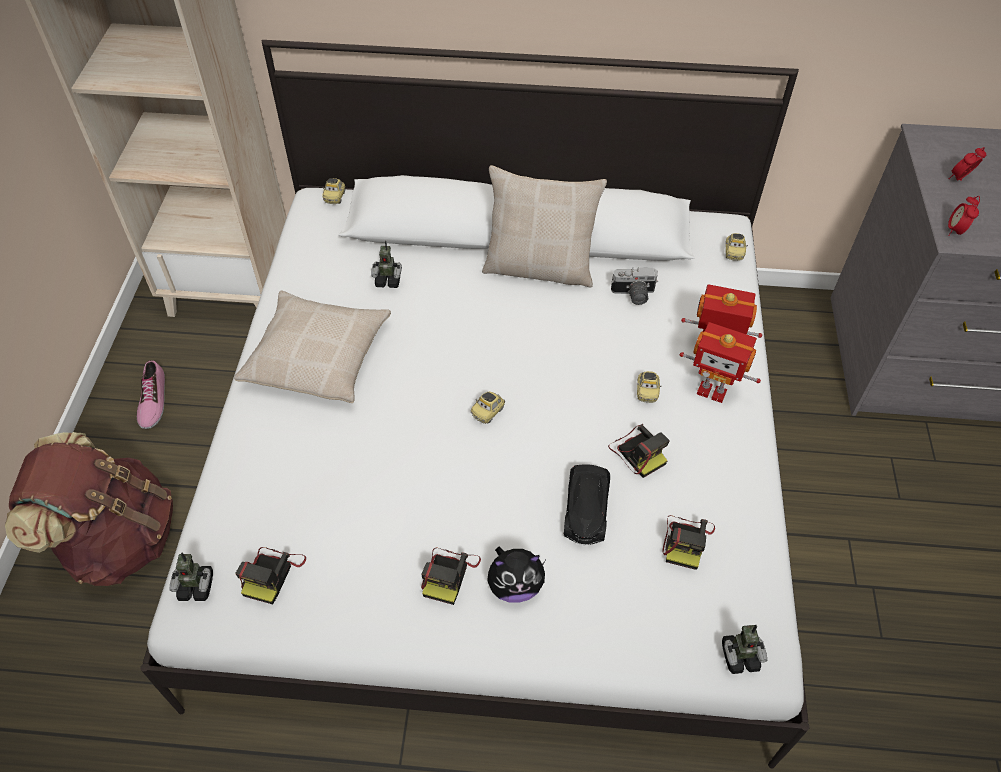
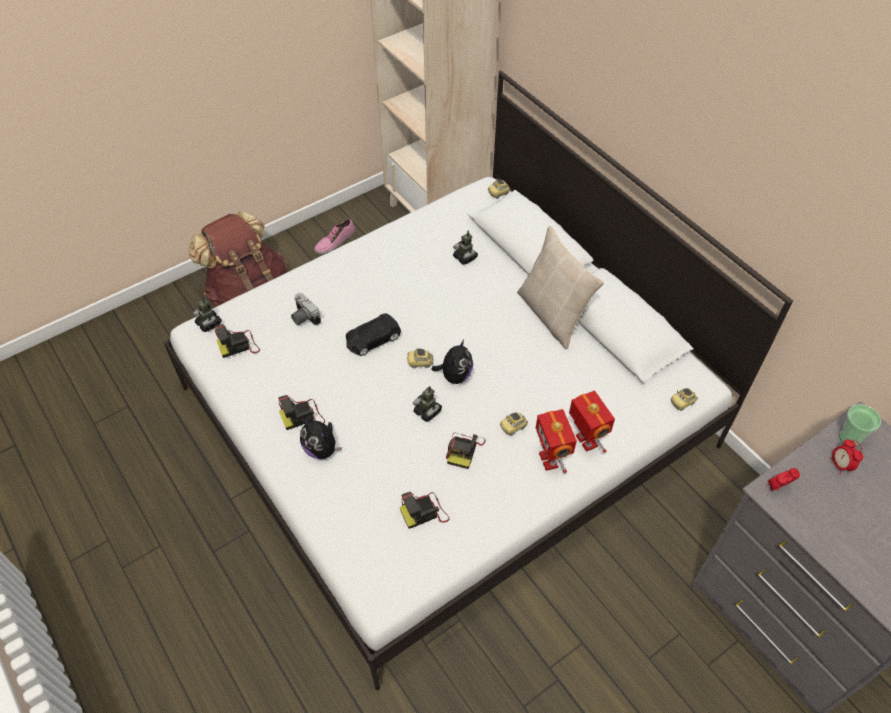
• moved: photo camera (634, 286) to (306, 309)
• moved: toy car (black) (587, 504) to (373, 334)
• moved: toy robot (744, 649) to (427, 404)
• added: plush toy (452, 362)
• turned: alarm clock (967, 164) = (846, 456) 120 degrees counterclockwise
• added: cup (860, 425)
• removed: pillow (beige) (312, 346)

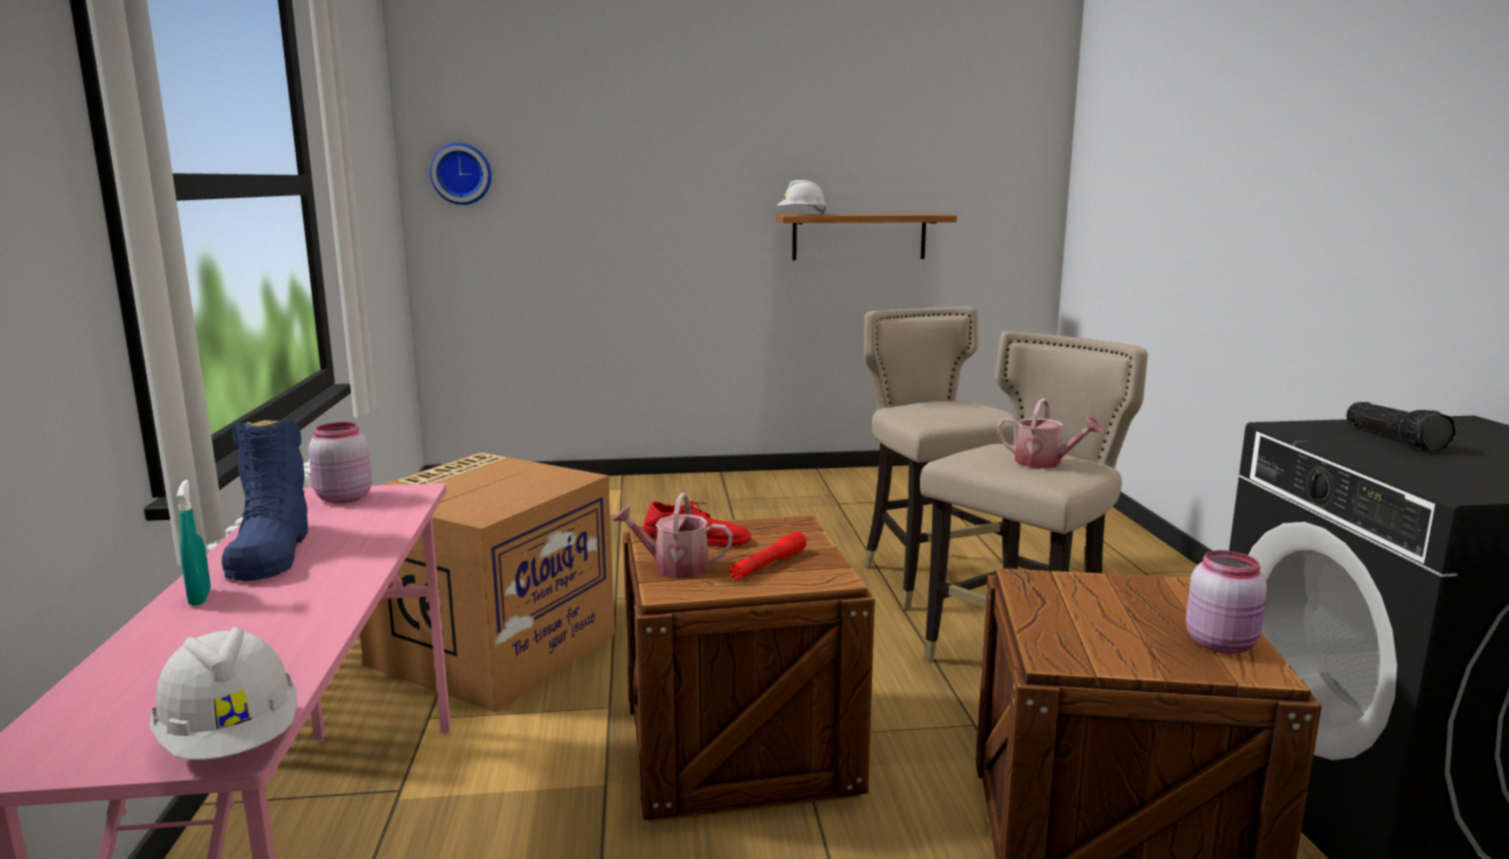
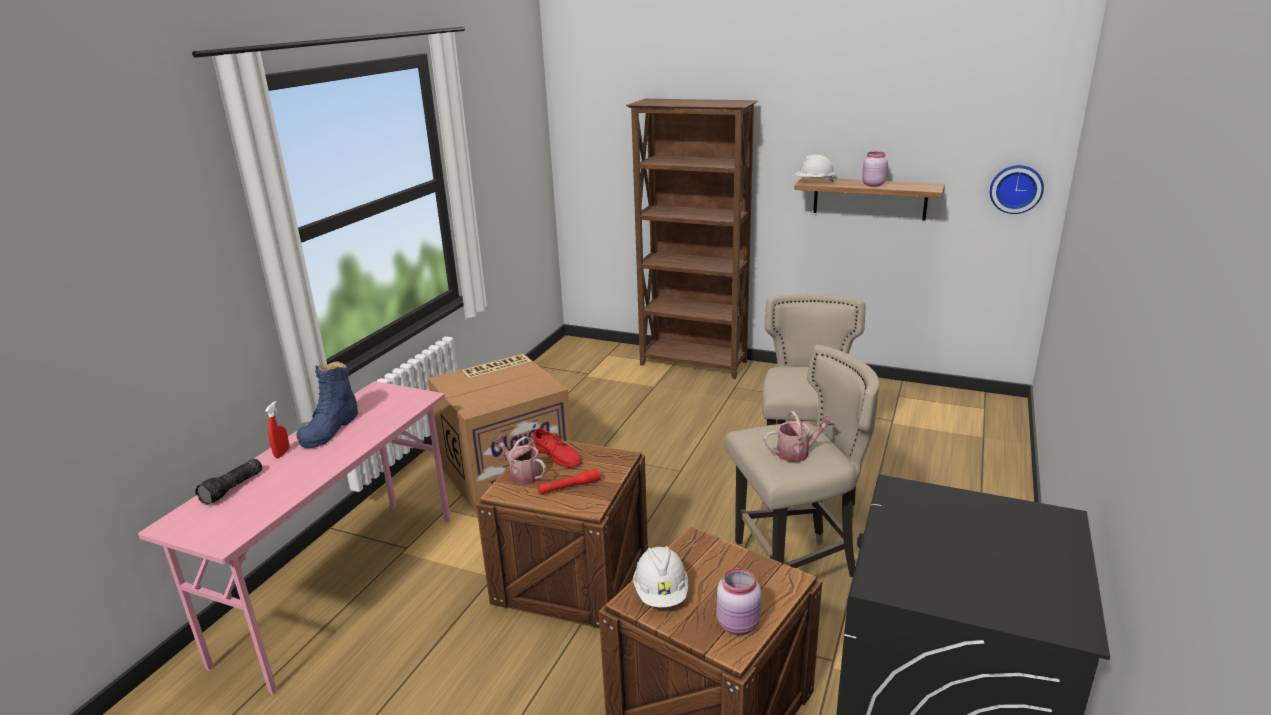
• moved: flashlight (1401, 426) to (228, 482)
• recoloured: spray bottle (turquoise) (194, 543) to spray bottle (red) (277, 429)
• added: bookcase (brown) (692, 239)
• moved: hard hat (white) (223, 693) to (660, 576)
• turned: watering can (1050, 433) = (799, 436) 75 degrees counterclockwise
• moved: jar (pink) (340, 462) to (875, 169)
• moved: wall clock (460, 174) to (1017, 189)

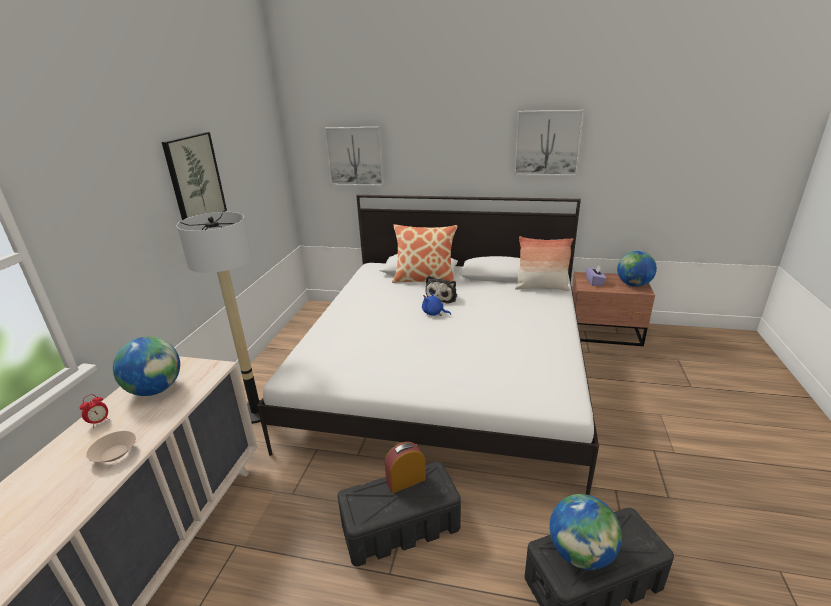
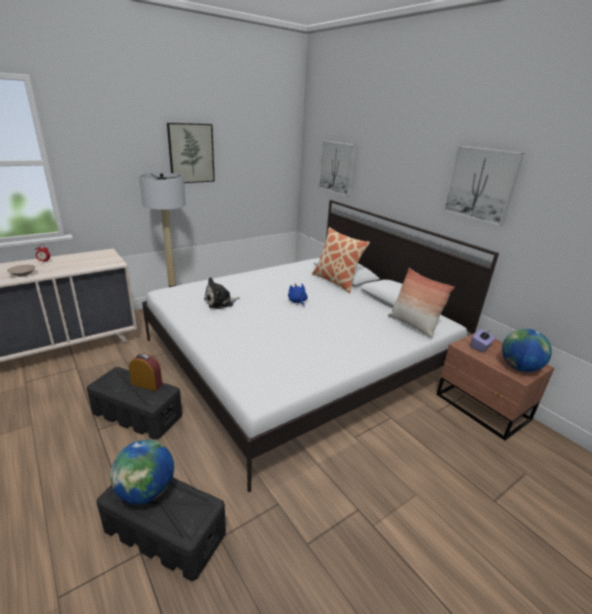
• moved: plush toy (441, 290) to (222, 293)
• removed: globe (146, 366)

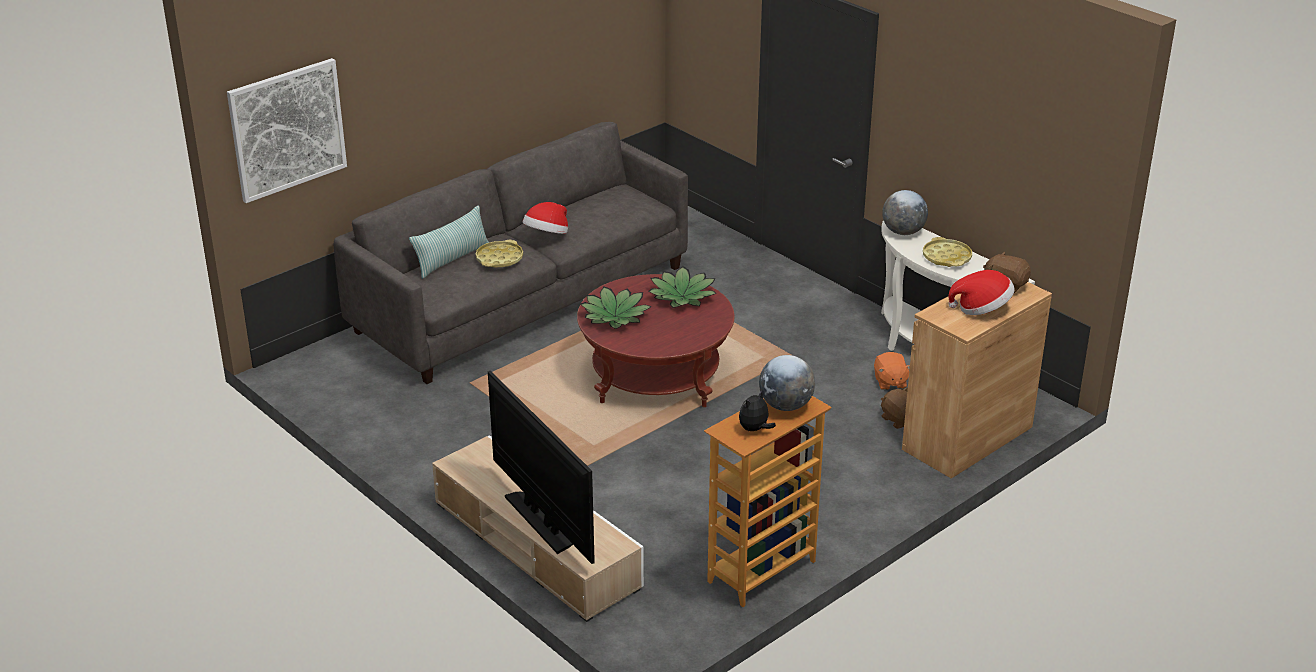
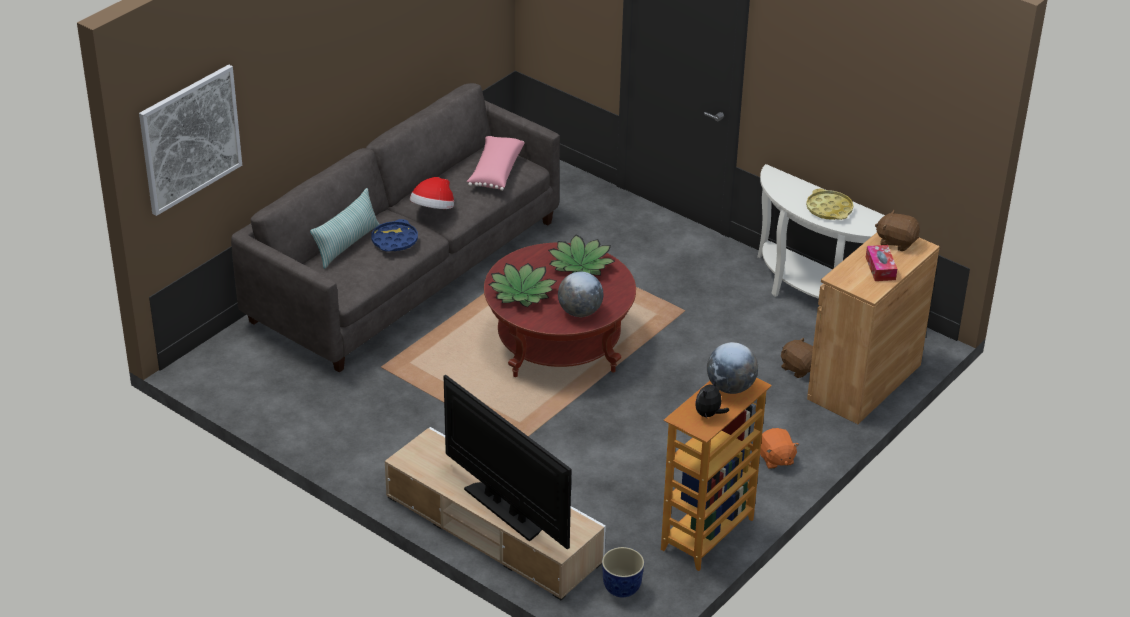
• recoloured: tray (yellow) (499, 253) to tray (blue) (394, 235)
• added: pillow (pink) (496, 163)
• moved: globe (905, 212) to (580, 294)
• added: planter (623, 572)
• moved: plush toy (orange) (892, 371) to (779, 448)
• replaced: hat (981, 292) to tissue box (881, 263)

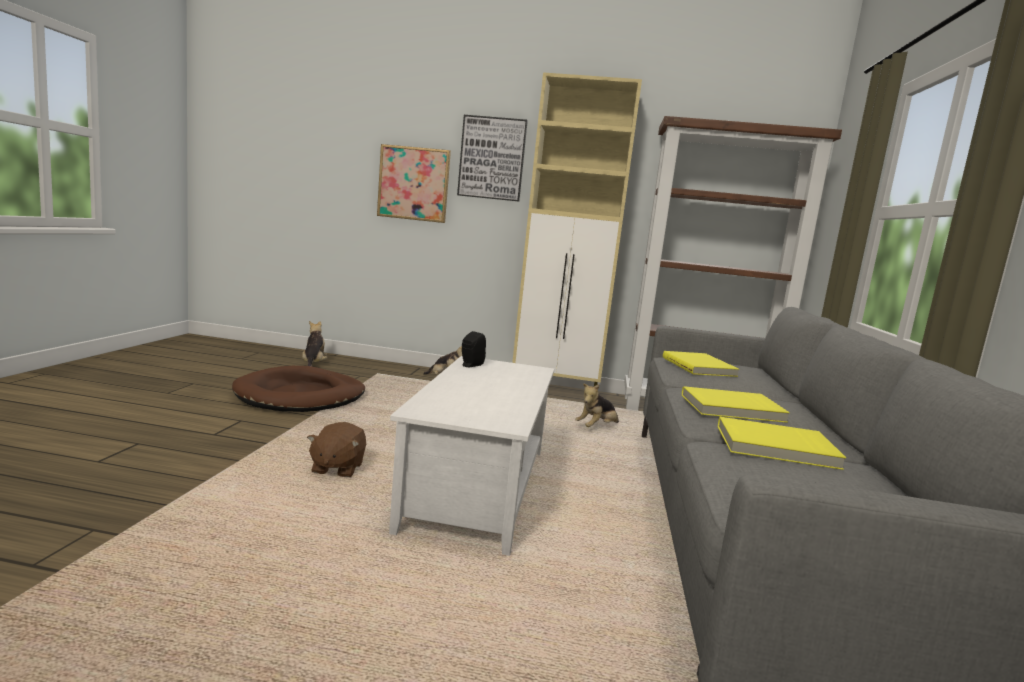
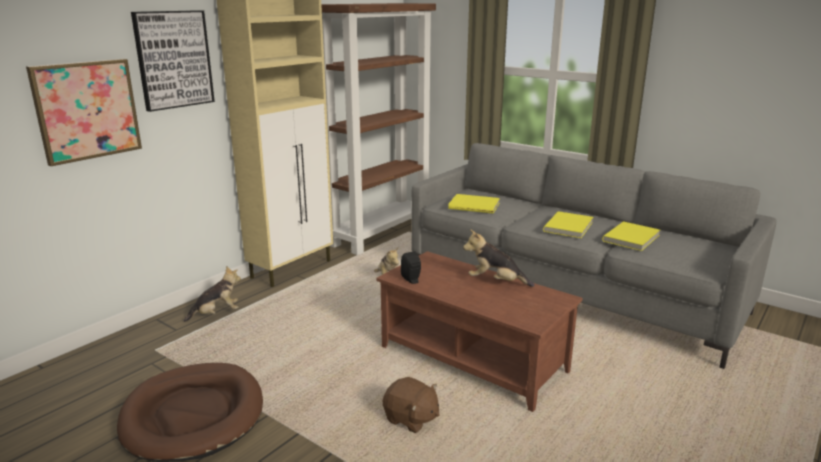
• recoloured: coffee table (white) (471, 456) to coffee table (brown) (479, 331)
• moved: plush toy (315, 344) to (498, 258)

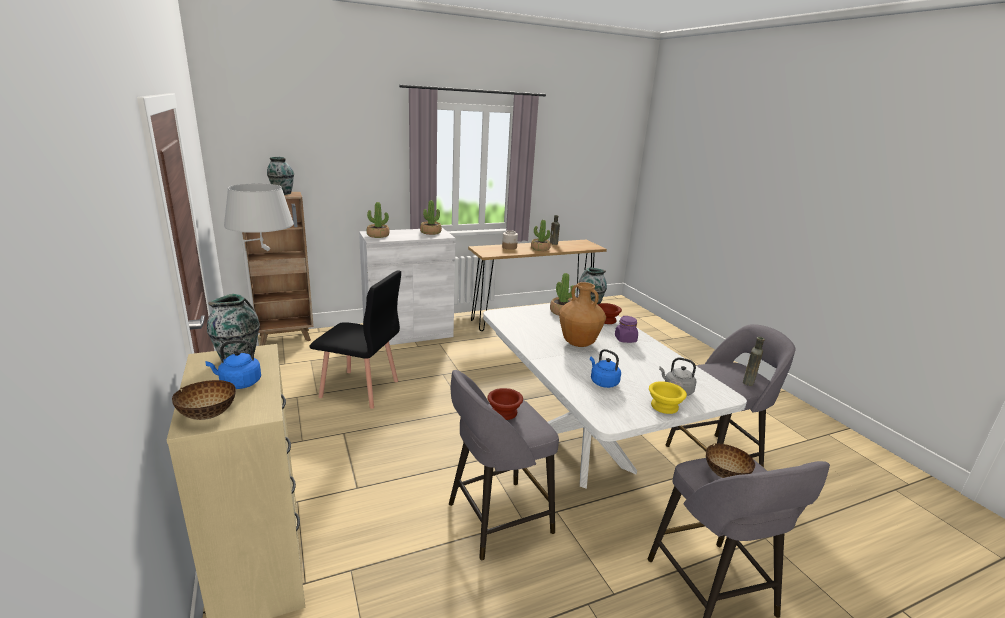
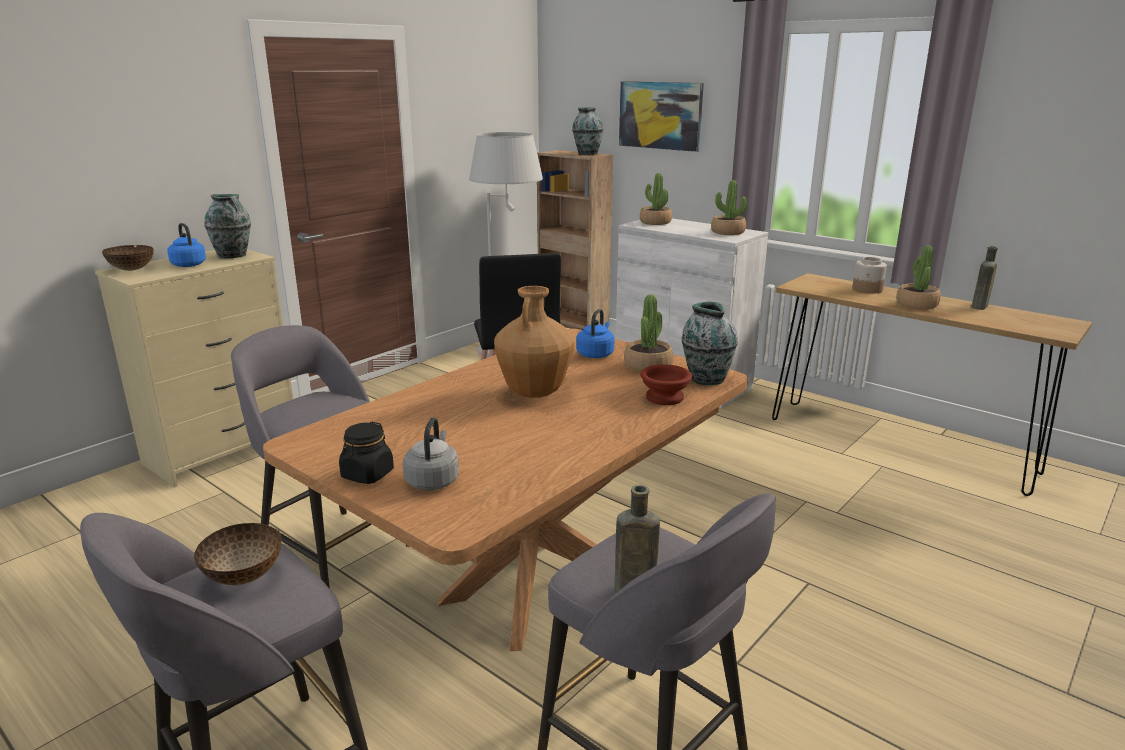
• recoloured: dining table (white) (615, 396) to dining table (brown) (505, 490)
• replaced: bowl (yellow) (668, 397) to jar (black) (366, 453)
• moved: kettle (blue) (605, 368) to (595, 333)
• added: picture (661, 116)
• removed: bowl (brown) (505, 404)
• removed: jar (purple) (626, 329)

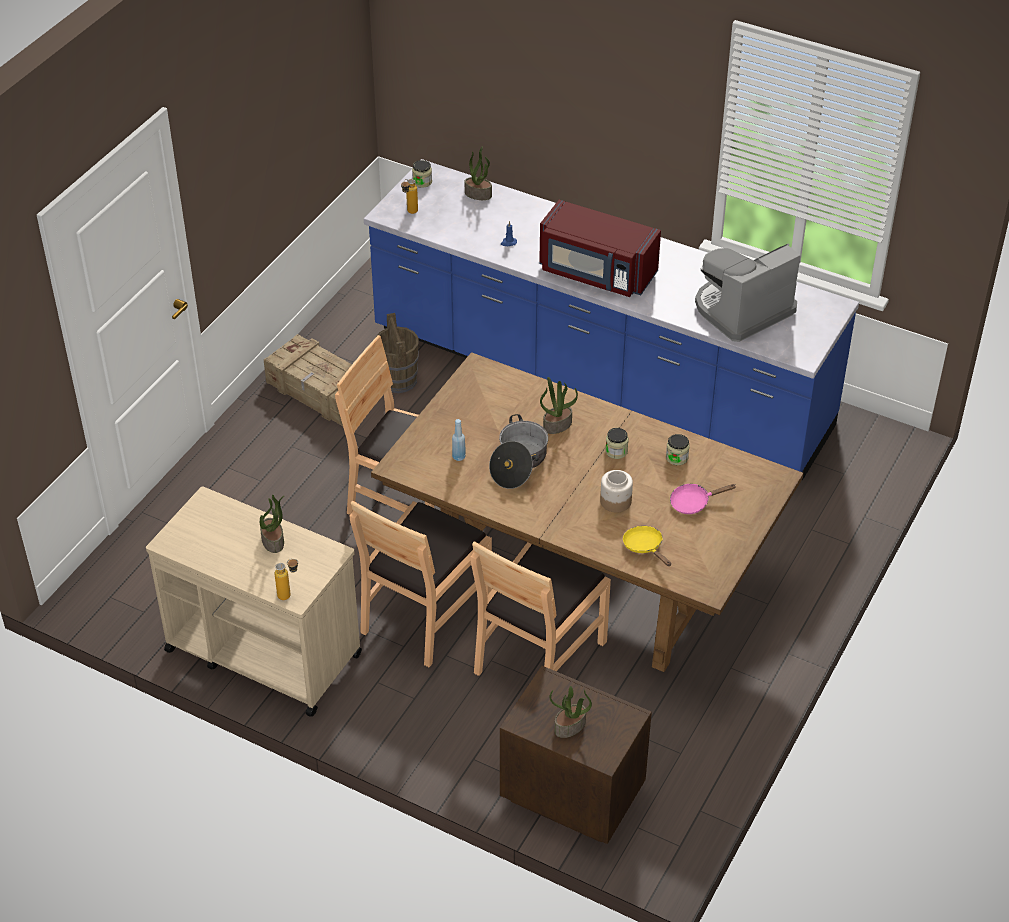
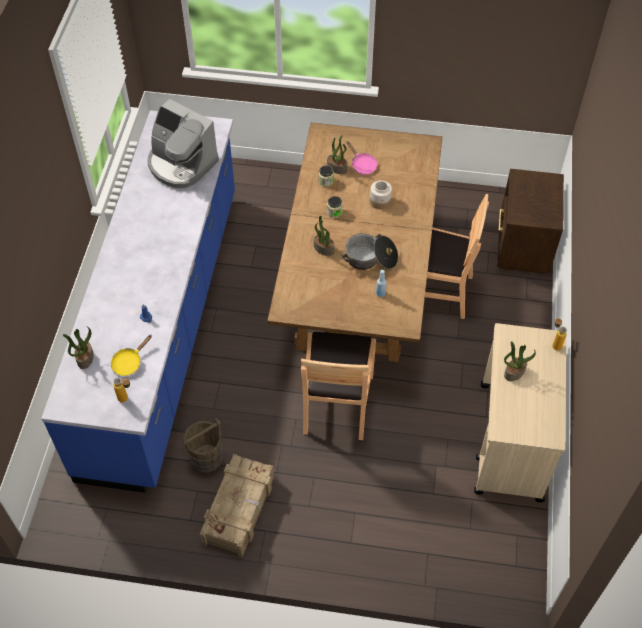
• moved: frying pan (yellow) (647, 546) to (131, 355)
• moved: potted plant (571, 712) to (337, 154)
• removed: chair (brown) (421, 584)
• removed: jar (422, 174)
• removed: microwave (red) (600, 248)

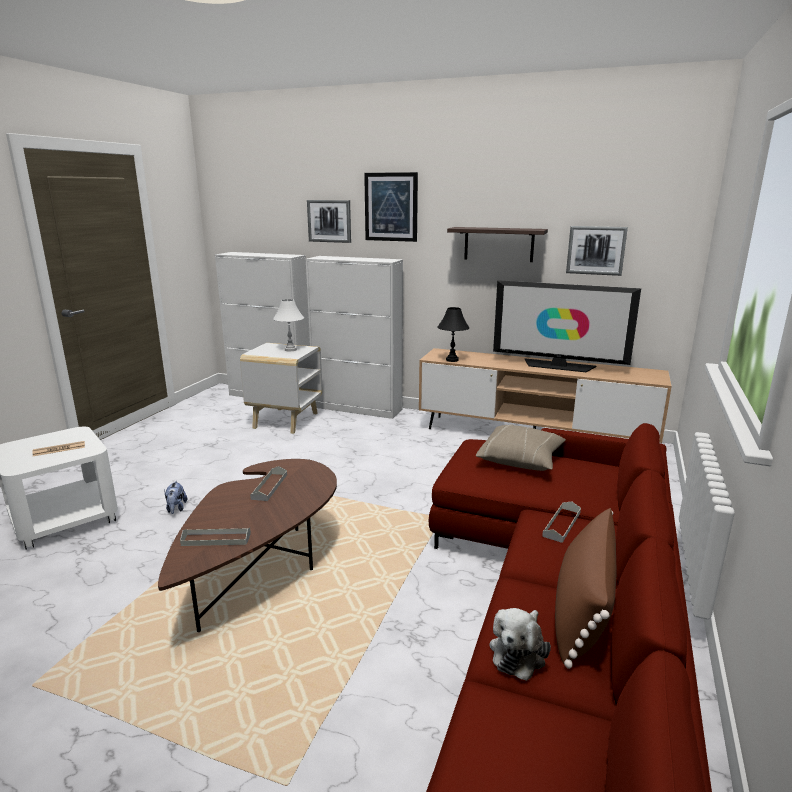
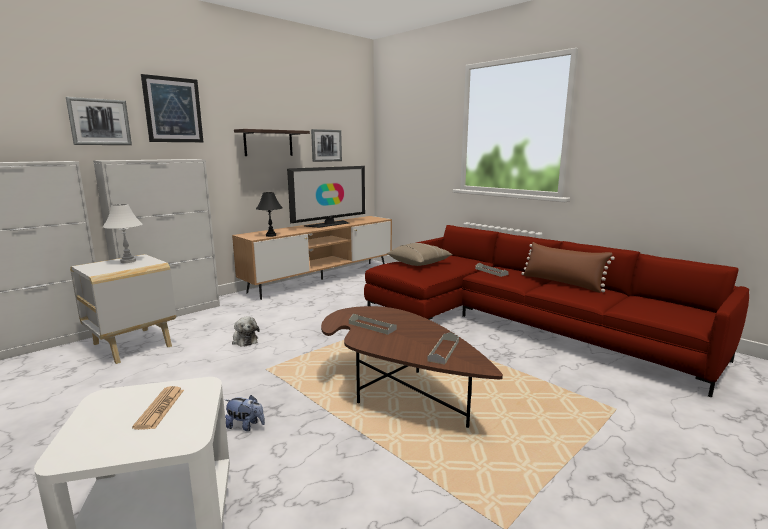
• moved: plush toy (520, 644) to (246, 331)

